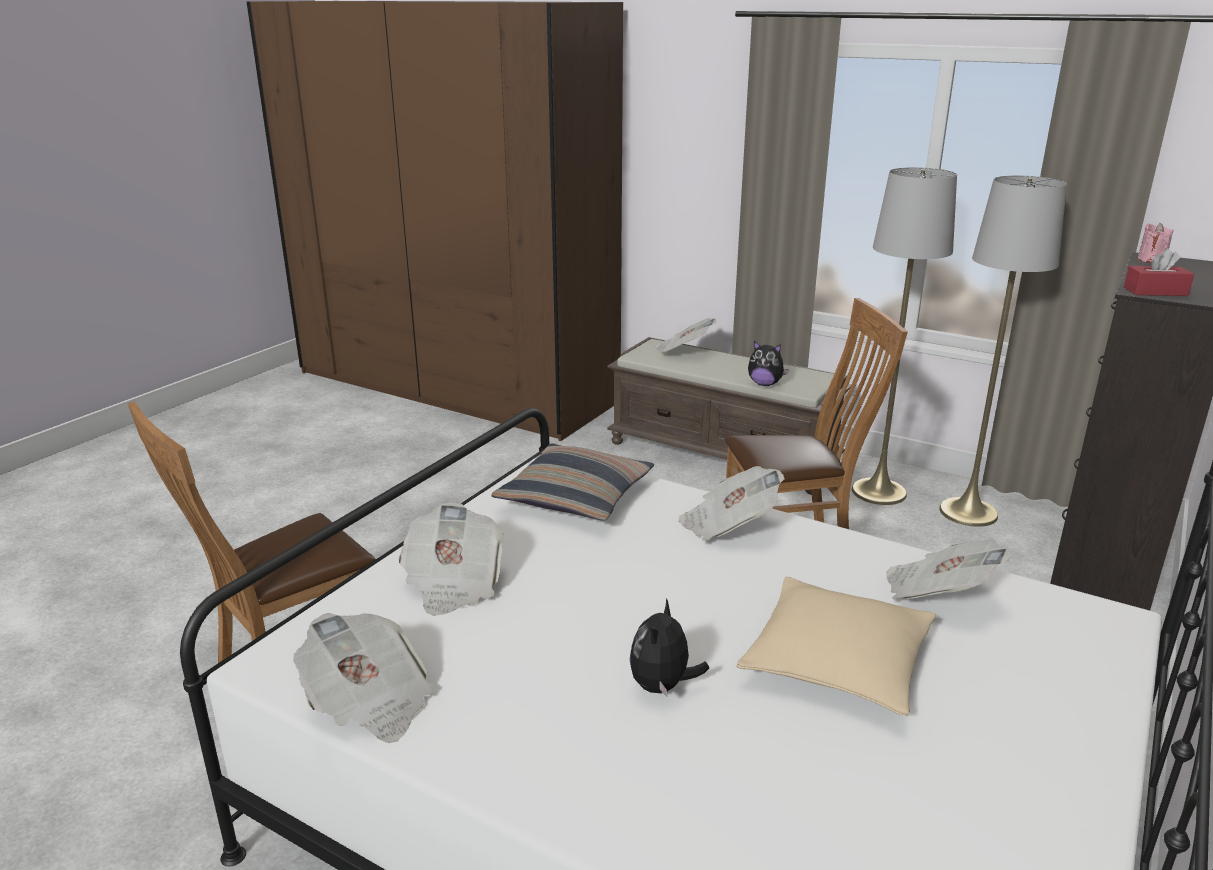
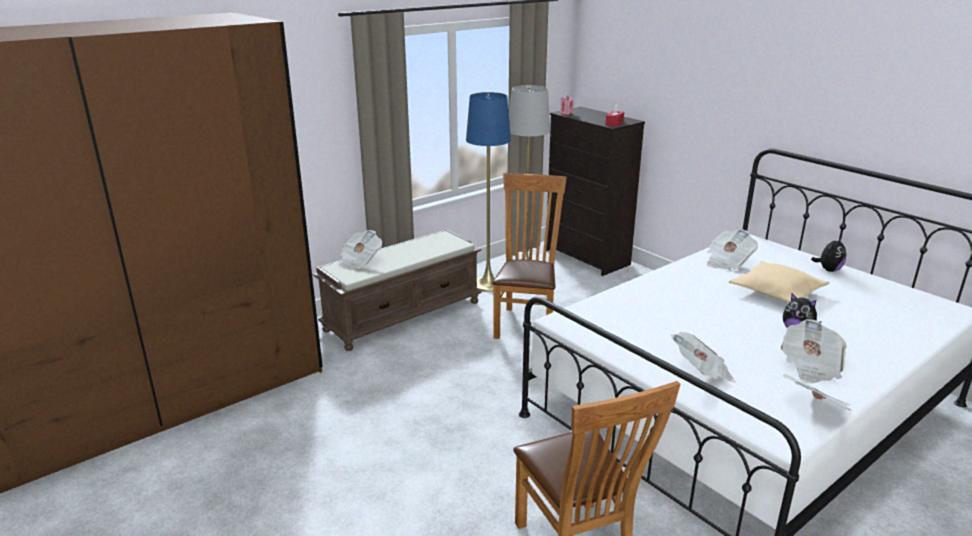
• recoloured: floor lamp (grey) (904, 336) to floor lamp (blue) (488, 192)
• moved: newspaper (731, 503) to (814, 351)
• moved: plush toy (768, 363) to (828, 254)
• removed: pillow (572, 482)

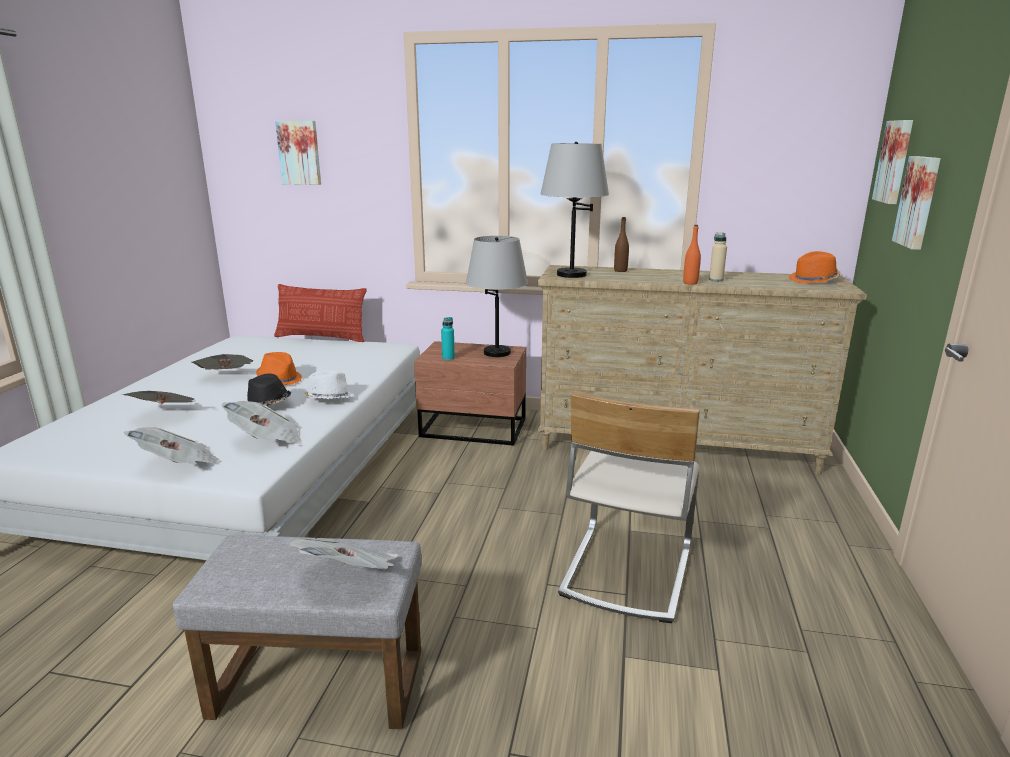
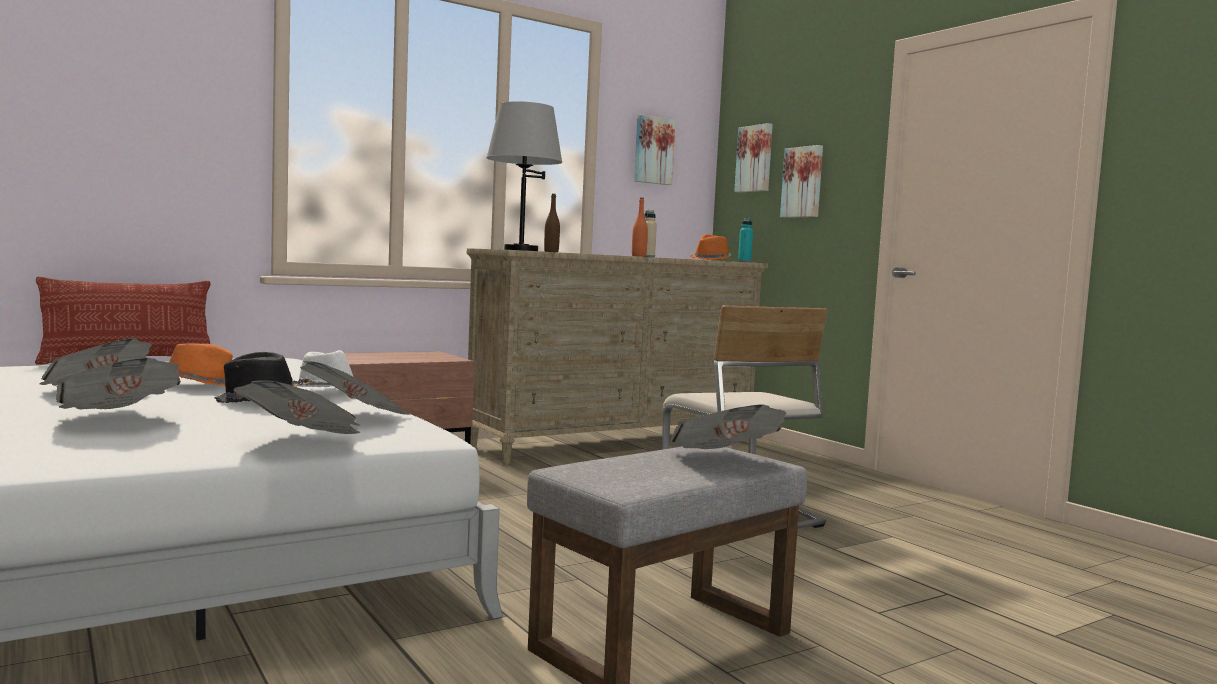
• moved: picture (298, 153) to (655, 149)
• moved: bottle (turquoise) (448, 338) to (745, 239)
• removed: table lamp (grey) (497, 296)

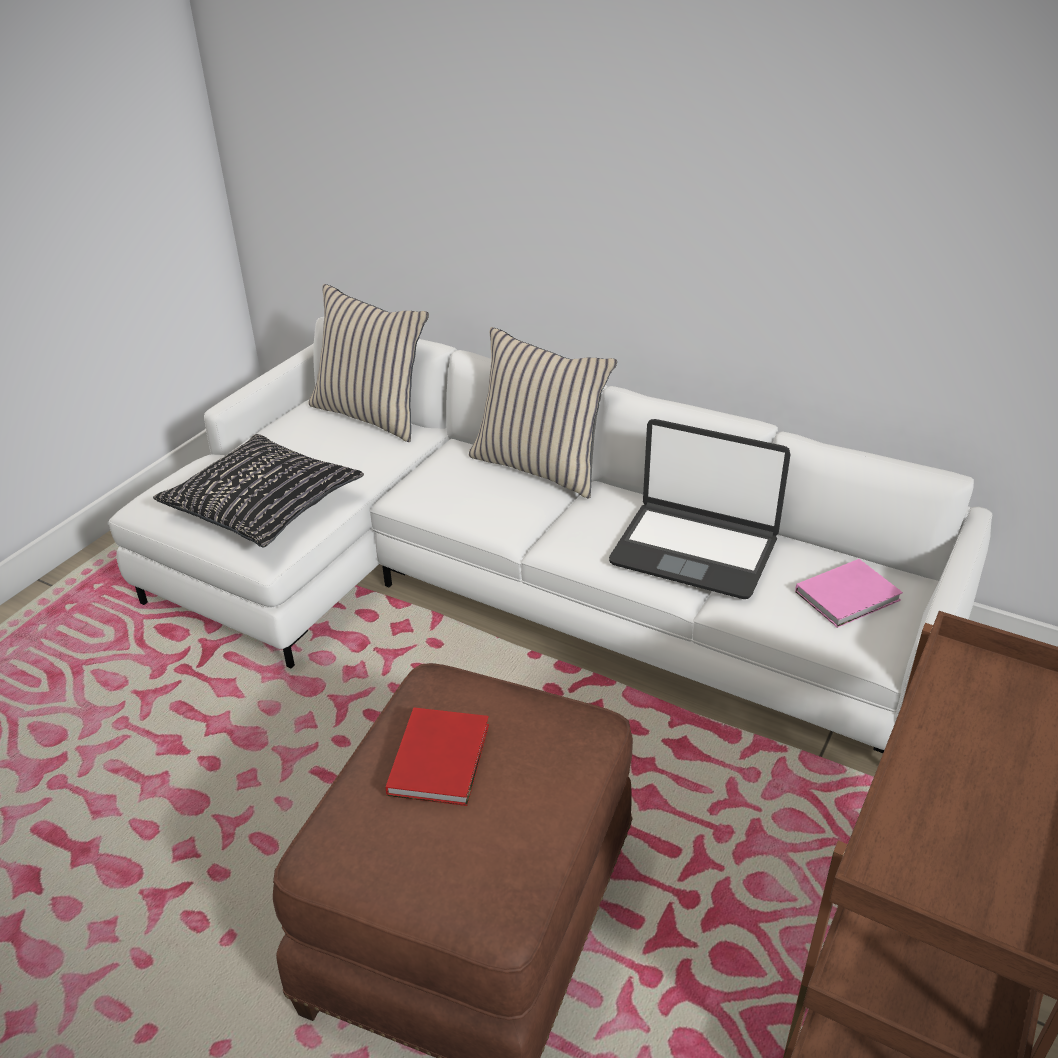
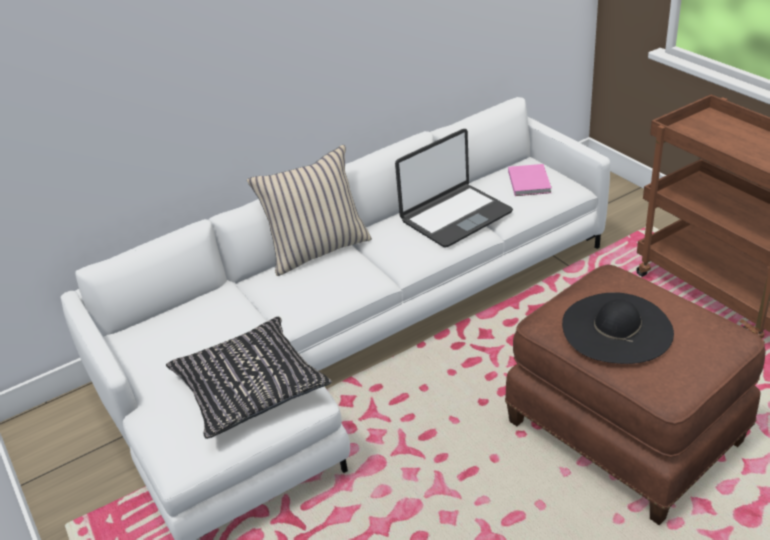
• replaced: book (red) (437, 756) to hat (black) (618, 328)
• removed: pillow (beige) (369, 363)

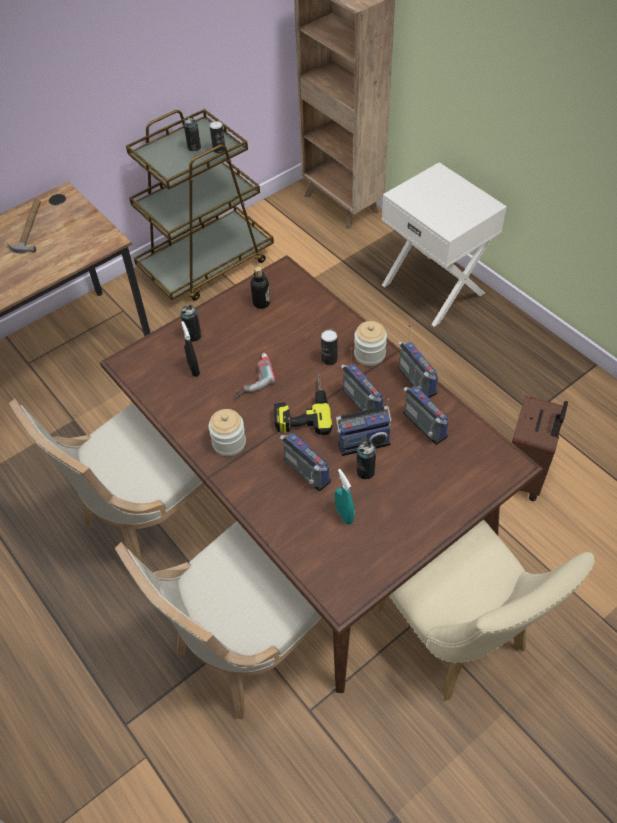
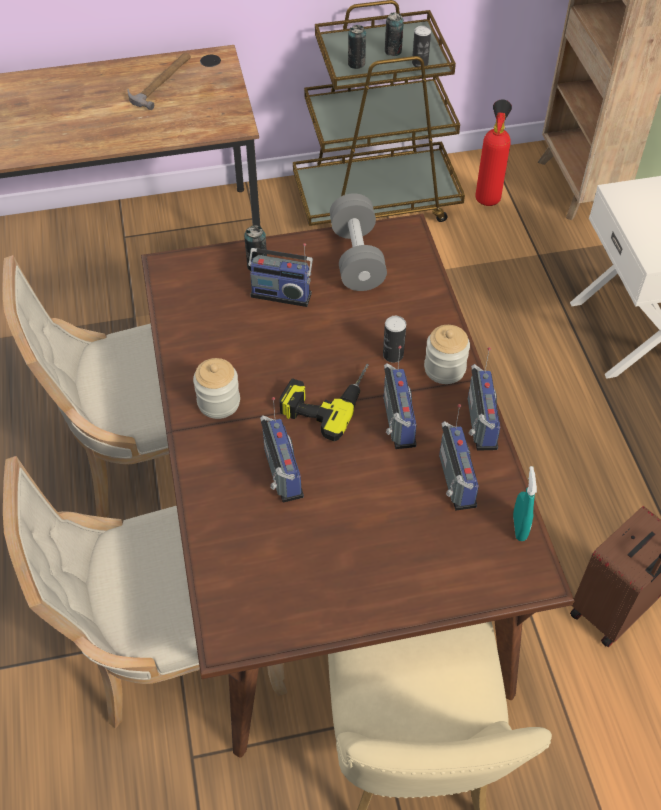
• moved: radio (363, 427) to (280, 275)
• replaced: bottle (260, 287) to dumbbell (grey) (358, 242)
• moved: can (366, 460) to (357, 47)
• added: fire extinguisher (493, 152)
• moved: spray bottle (turquoise) (345, 497) to (525, 503)
• removed: spray bottle (black) (190, 349)
• removed: power drill (254, 376)

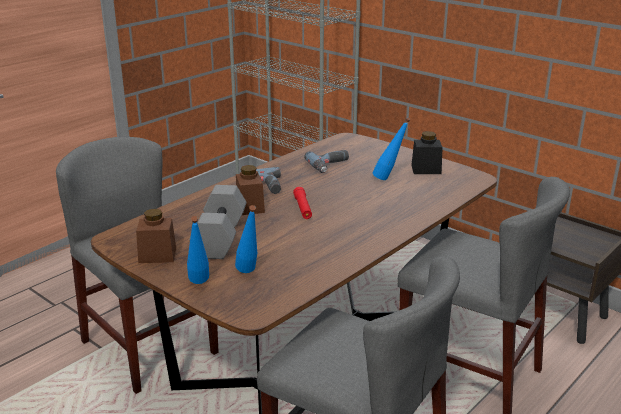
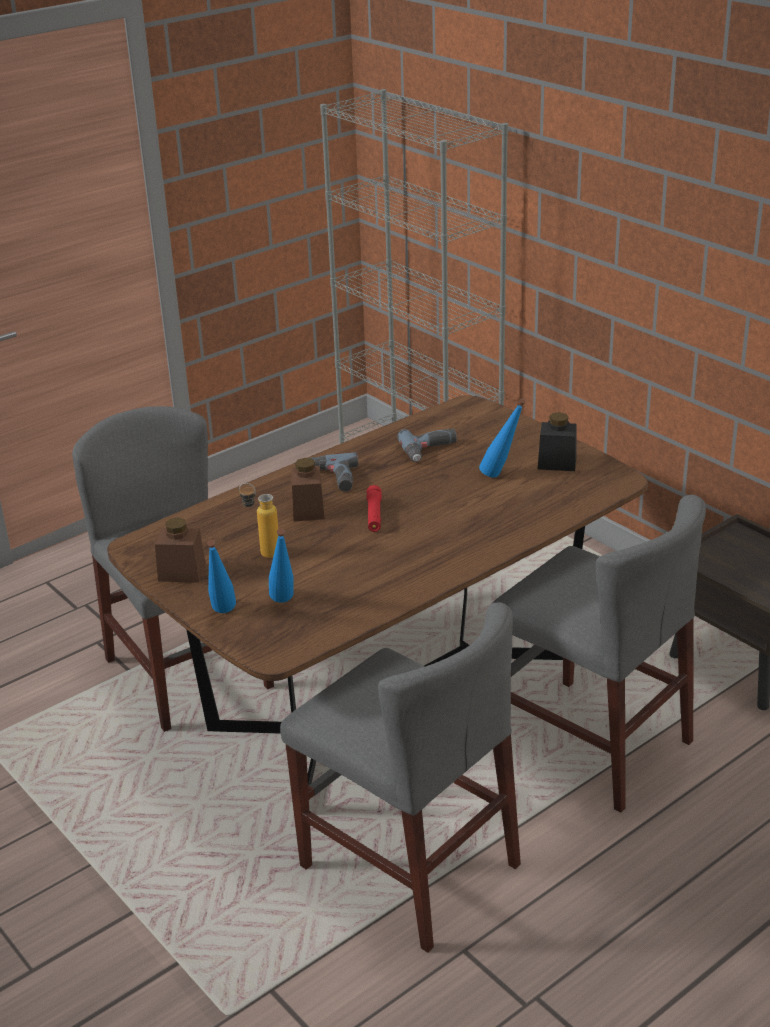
• replaced: dumbbell (grey) (218, 222) to bottle (258, 520)

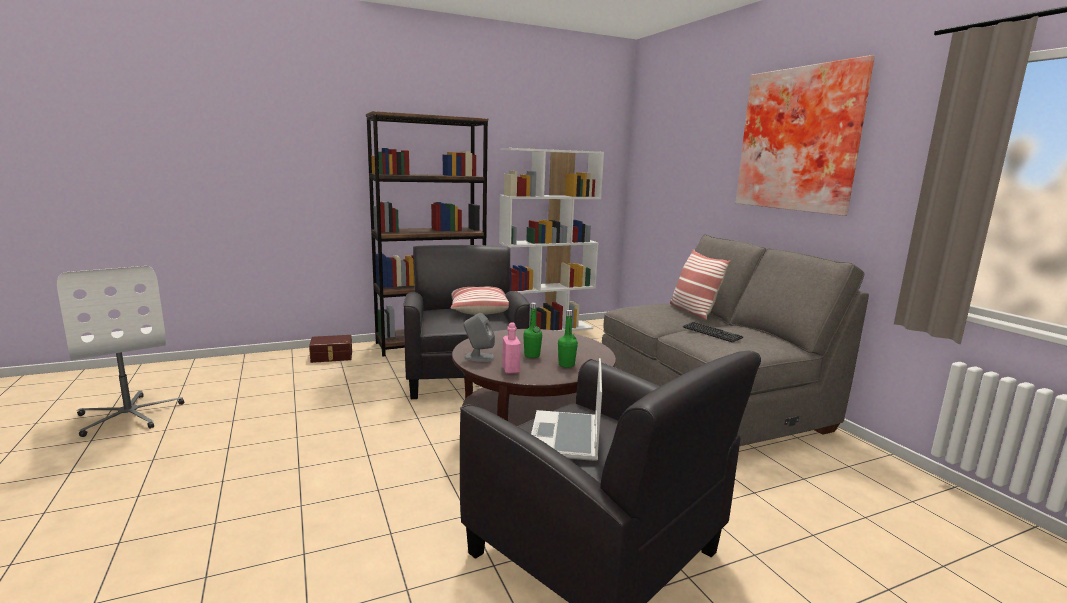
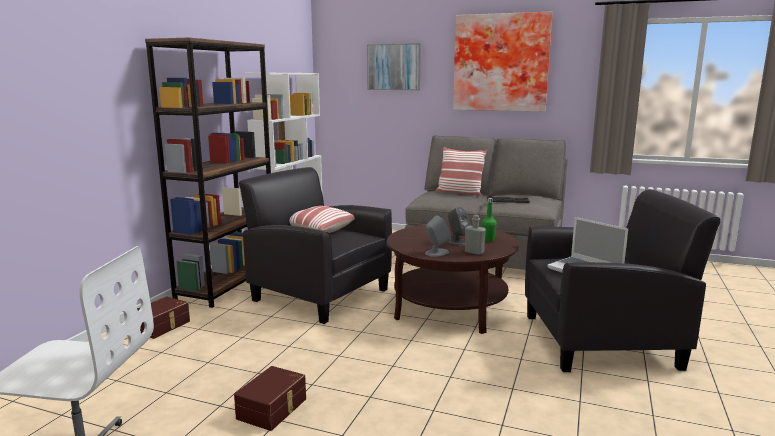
• added: storage box (brown) (270, 398)
• added: picture (394, 66)
• replaced: bottle (green) (532, 330) to speaker (grey) (459, 226)
• recoloured: bottle (pink) (511, 348) to bottle (grey) (475, 235)

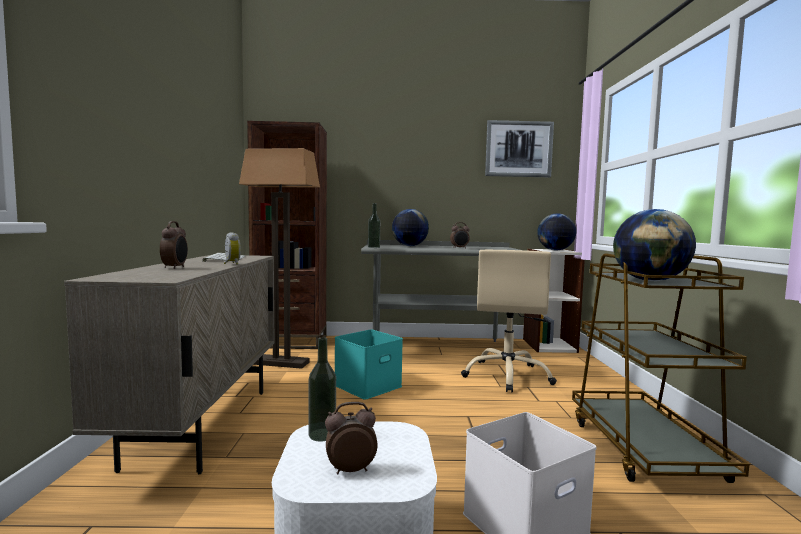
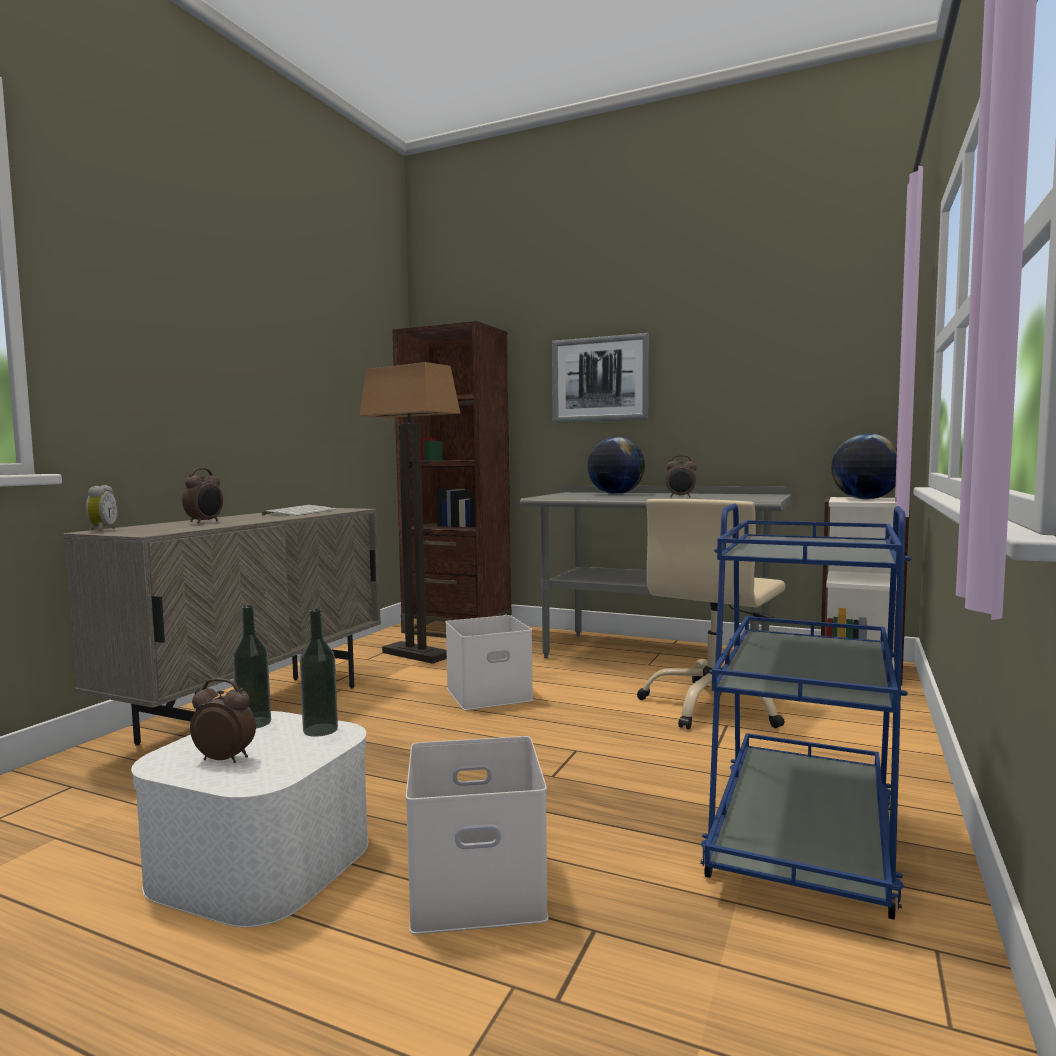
• moved: alarm clock (232, 248) to (102, 508)
• moved: bottle (374, 225) to (319, 673)
• recoloured: storage box (turquoise) (369, 364) to storage box (white) (489, 662)
• moved: picture (519, 148) to (601, 378)
• recoloured: cart (brown) (661, 368) to cart (blue) (806, 711)
• removed: globe (654, 245)

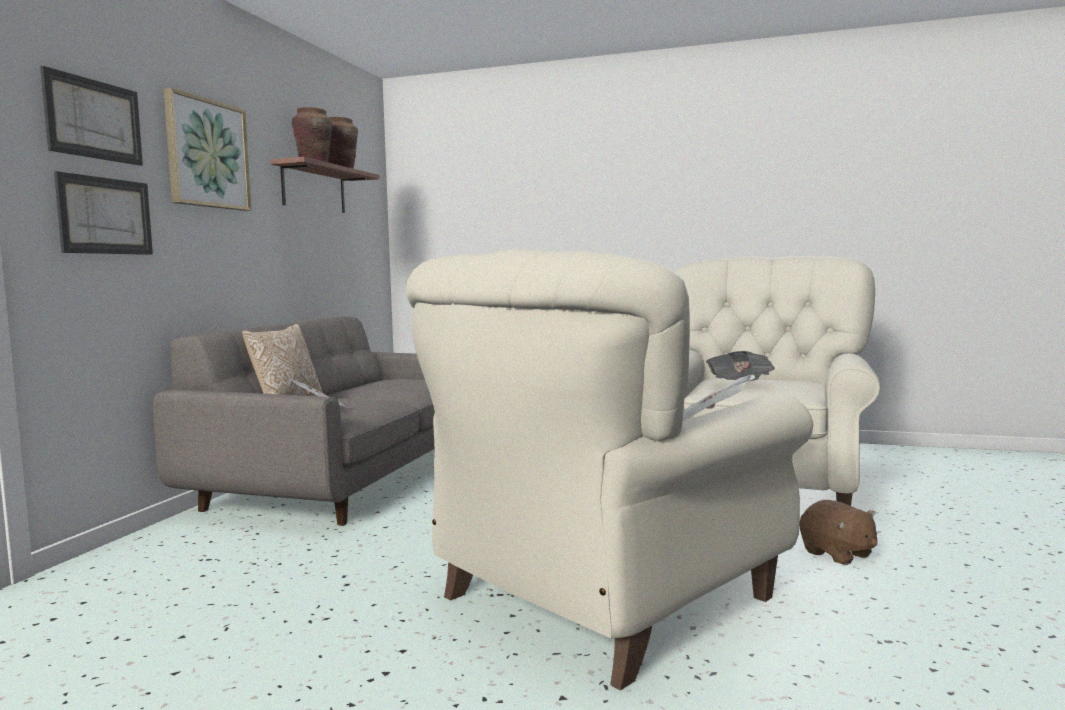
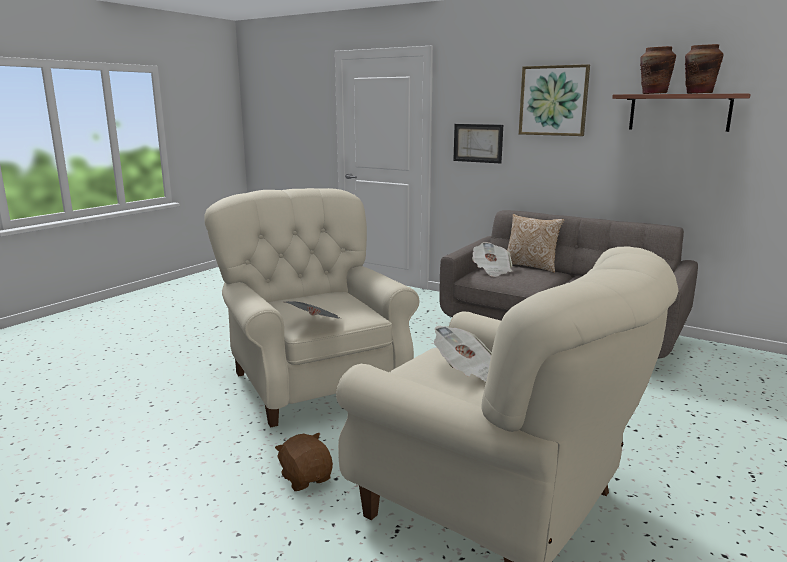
• turned: plush toy (brown) (839, 532) = (304, 462) 75 degrees clockwise
• removed: picture (91, 116)

